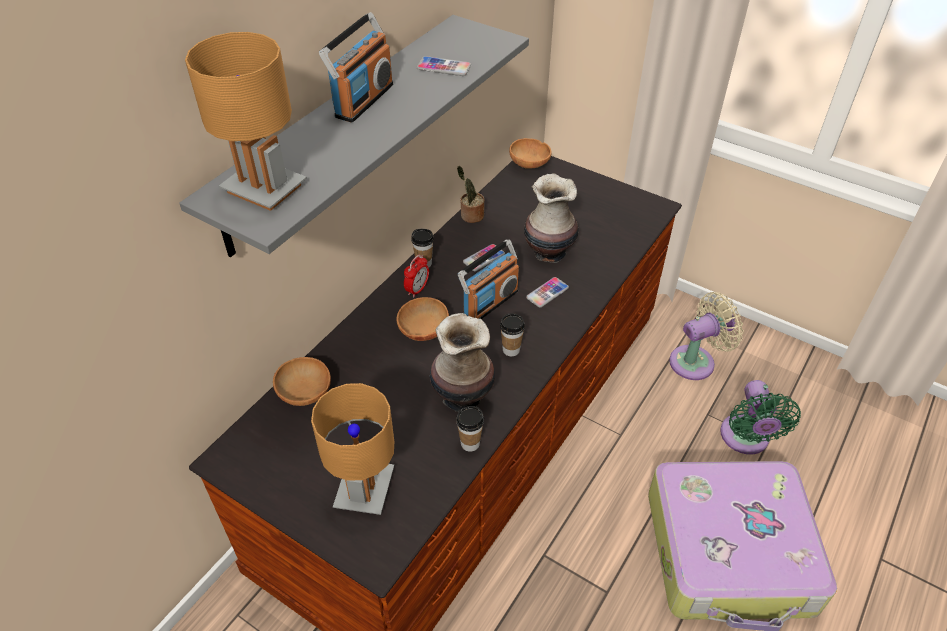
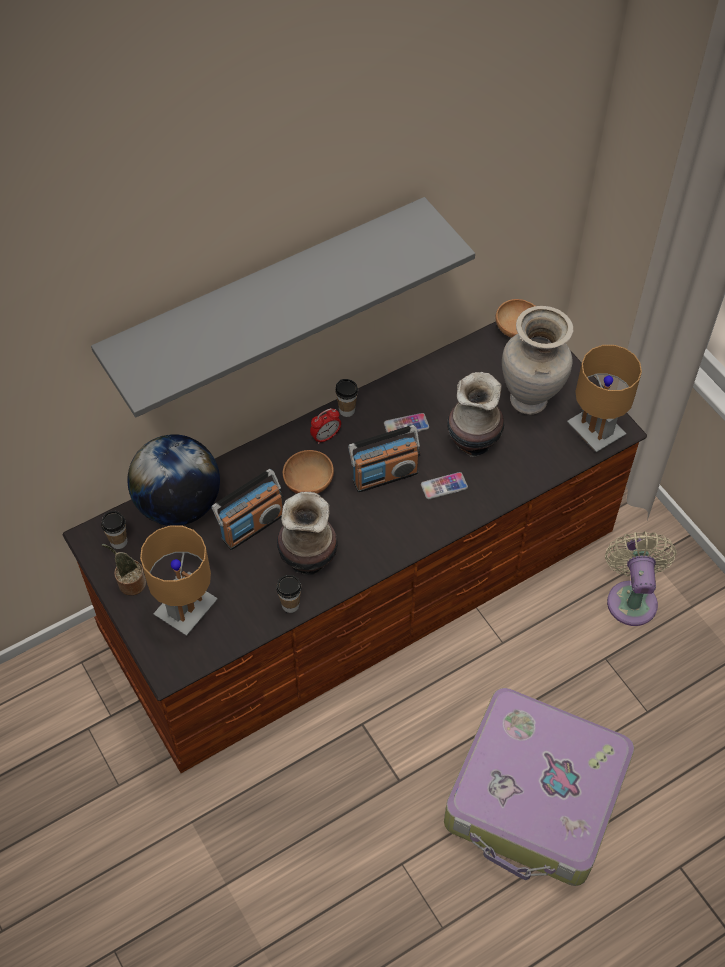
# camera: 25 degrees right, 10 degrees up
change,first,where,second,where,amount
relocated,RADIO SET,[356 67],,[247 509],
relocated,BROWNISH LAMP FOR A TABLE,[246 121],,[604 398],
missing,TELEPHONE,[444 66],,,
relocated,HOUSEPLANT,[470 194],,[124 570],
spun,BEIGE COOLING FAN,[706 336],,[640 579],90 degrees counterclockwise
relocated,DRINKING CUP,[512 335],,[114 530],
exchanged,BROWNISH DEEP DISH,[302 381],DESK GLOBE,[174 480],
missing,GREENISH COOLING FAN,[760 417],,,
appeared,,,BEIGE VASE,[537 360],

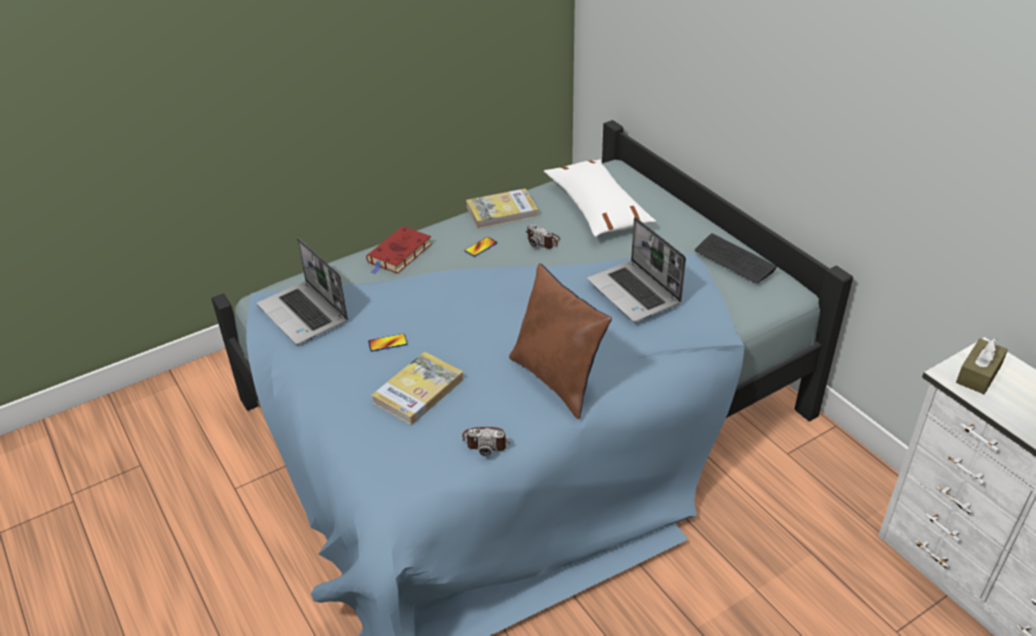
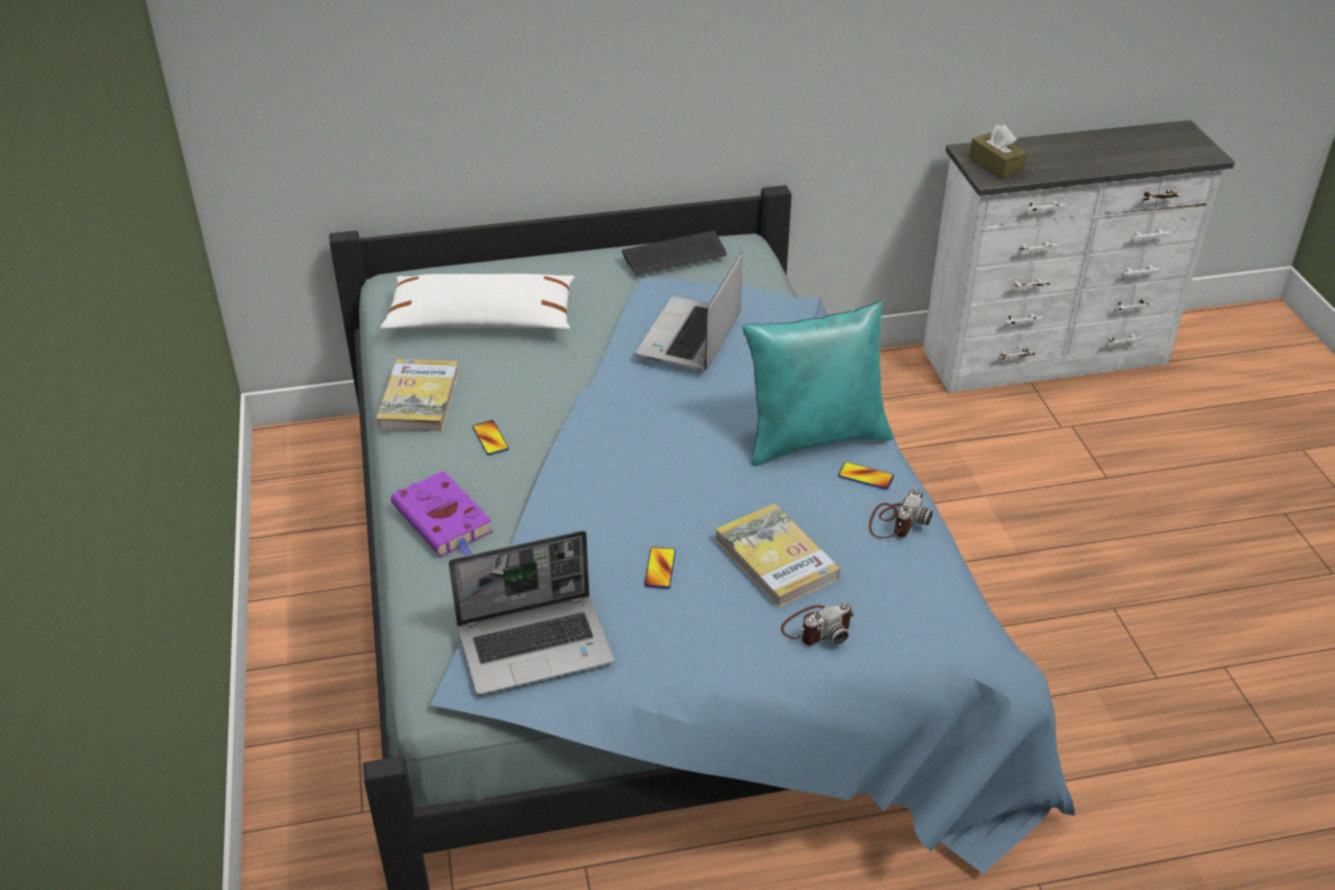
# camera: 70 degrees left, 0 degrees up
change,first,where,second,where,amount
spun,LAPTOP,[636 269],,[689 311],120 degrees clockwise
relocated,PHOTO CAMERA,[543 236],,[817 624],
colour,RED BOOK,[399 250],PURPLE BOOK,[442 513],
colour,BROWNISH CUSHION,[560 341],BLUE-GREEN CUSHION,[818 383],
appeared,,,TELEPHONE,[866 476],

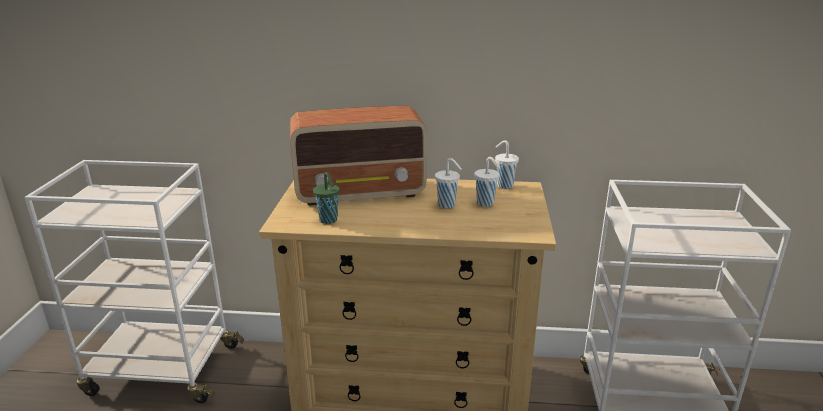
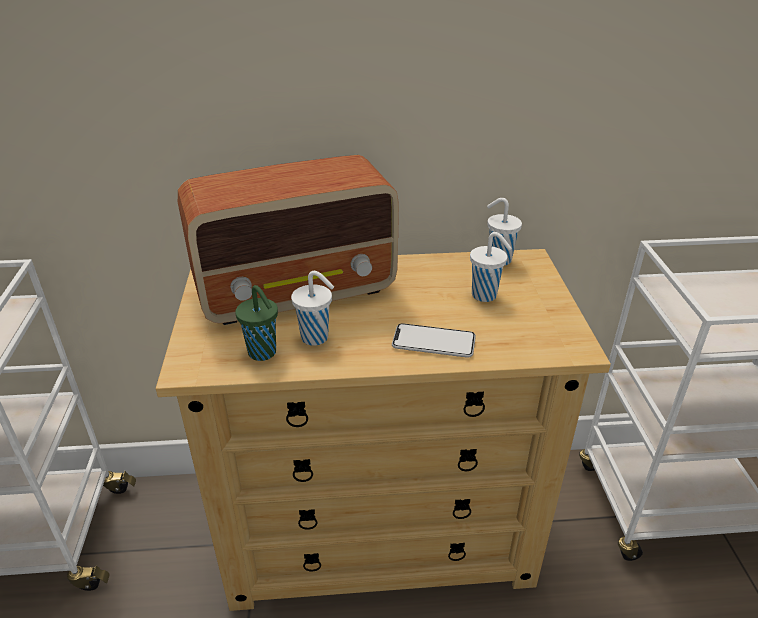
# camera: 10 degrees left, 10 degrees up
change,first,where,second,where,amount
relocated,WHITE-COLOURED DRINKING CUP,[448 183],,[312 308],
appeared,,,TELEPHONE,[434 340],

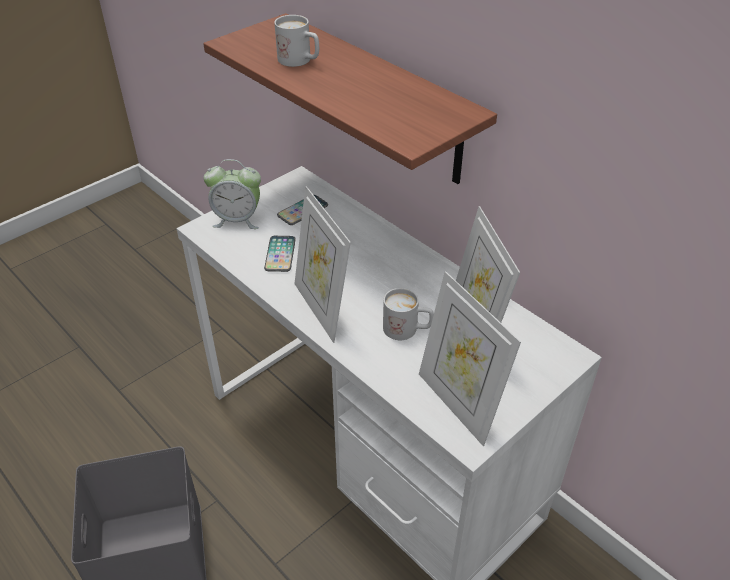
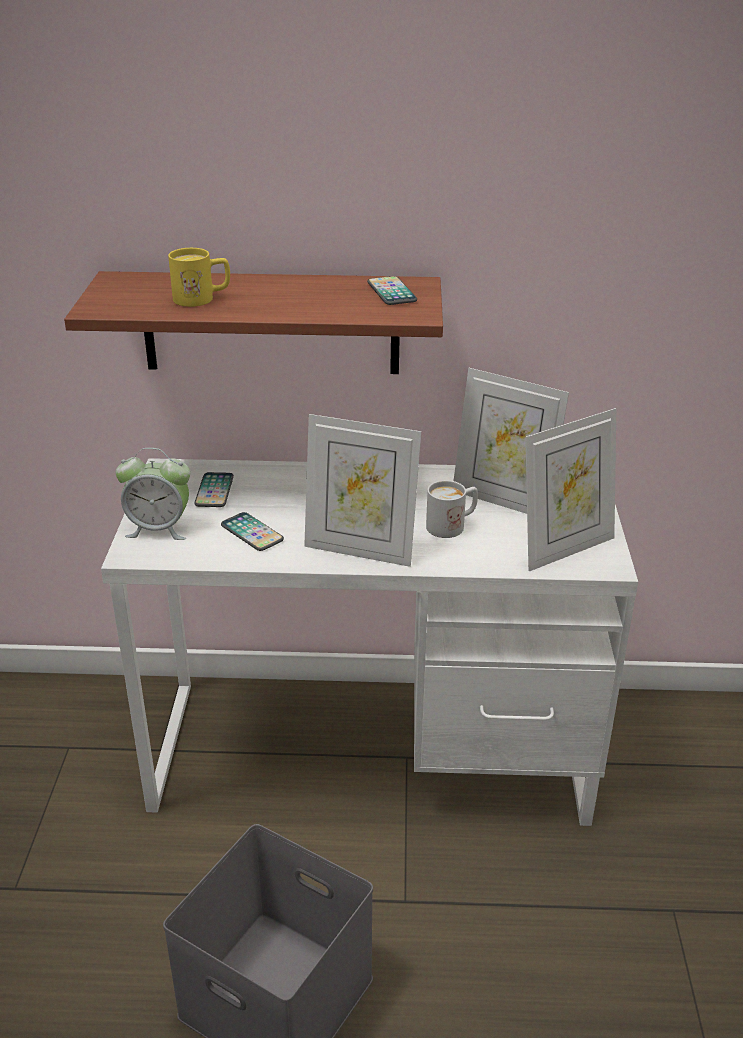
# camera: 45 degrees left, 10 degrees down
change,first,where,second,where,amount
colour,WHITE-COLOURED MUG,[296 41],YELLOW MUG,[199 277],
spun,TABLE CLOCK,[232 194],,[153 494],45 degrees clockwise
spun,PHOTO FRAME,[470 358],,[570 489],45 degrees counterclockwise
appeared,,,TELEPHONE,[392 290],

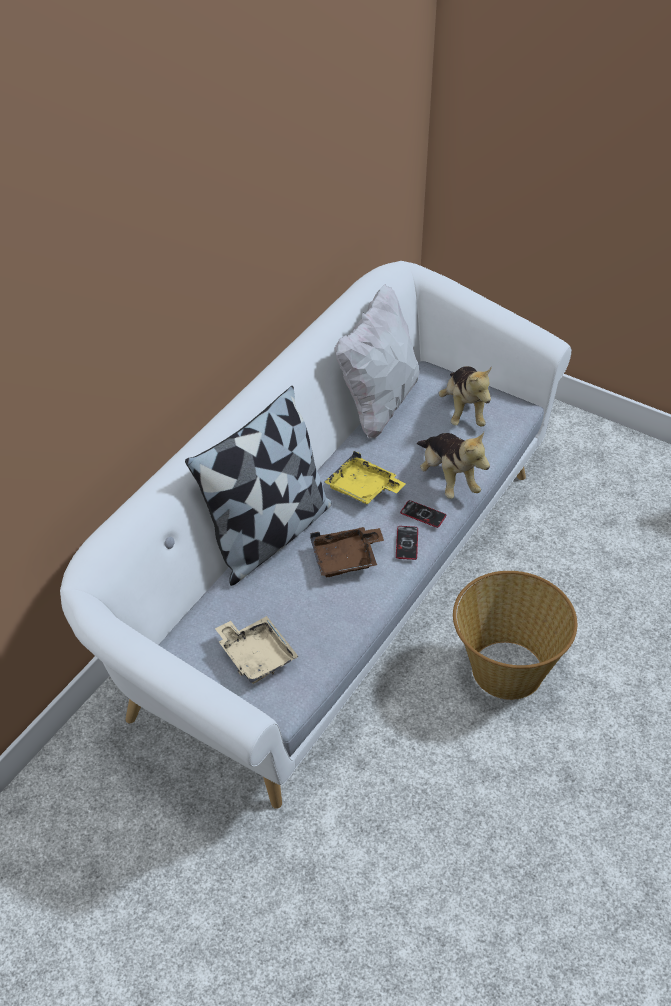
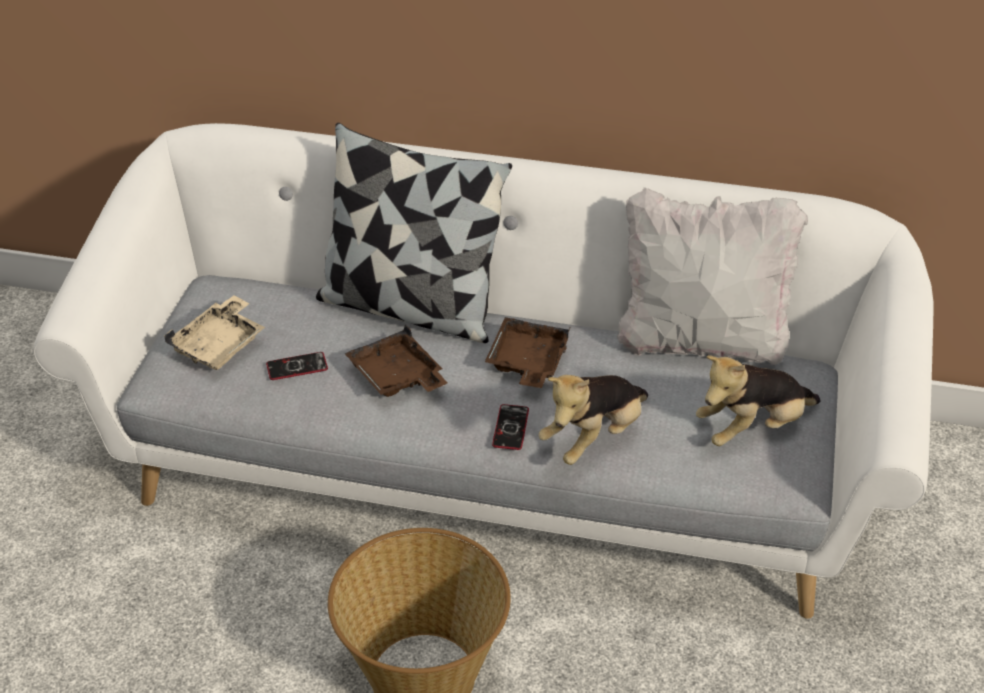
# camera: 70 degrees right, 5 degrees down
change,first,where,second,where,amount
colour,YELLOW CARRYING TRAY,[365 477],BROWNISH CARRYING TRAY,[528 352],
relocated,TELEPHONE,[407 543],,[297 366],

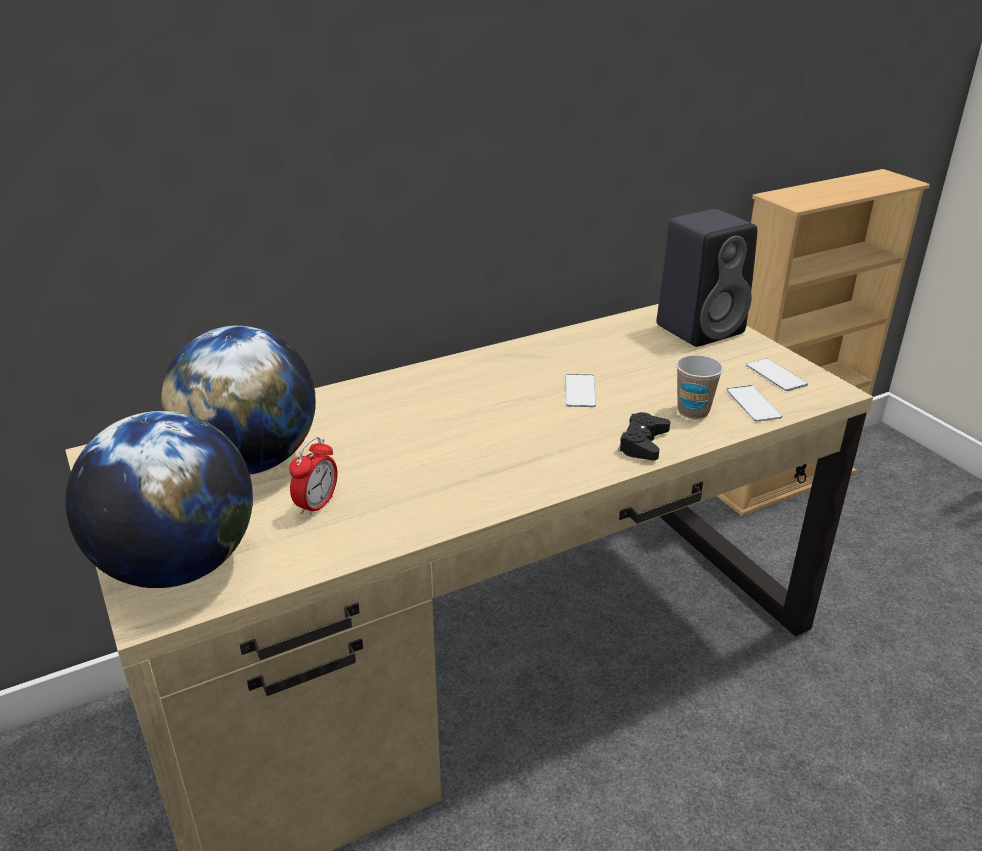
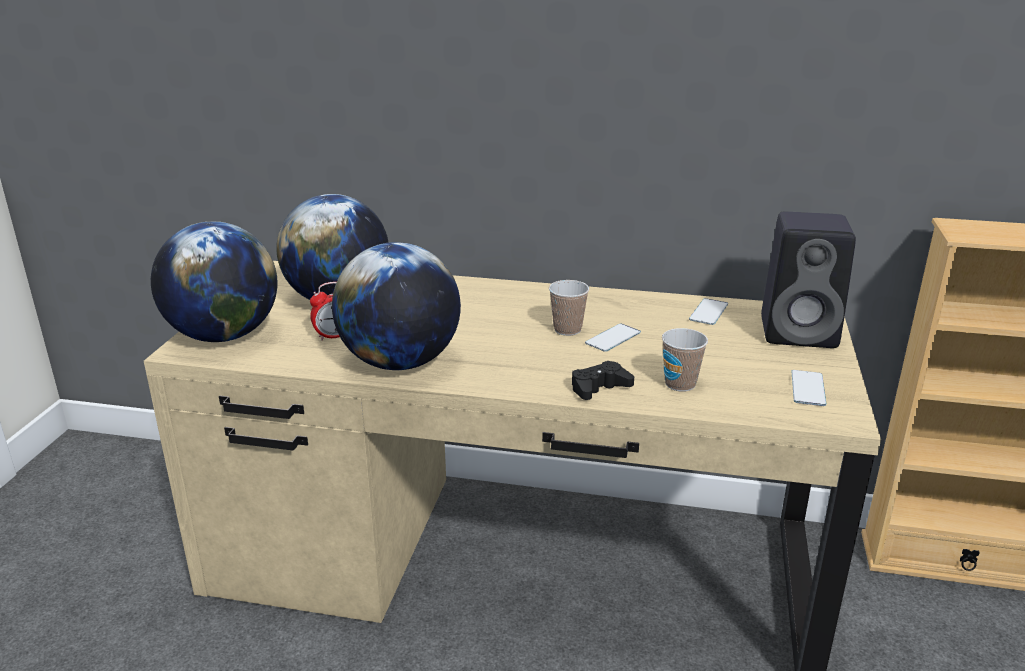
# camera: 40 degrees right, 5 degrees down
change,first,where,second,where,amount
relocated,TELEPHONE,[754 403],,[708 311],
appeared,,,DESK GLOBE,[396 306],
appeared,,,DRINKING CUP,[569 308],

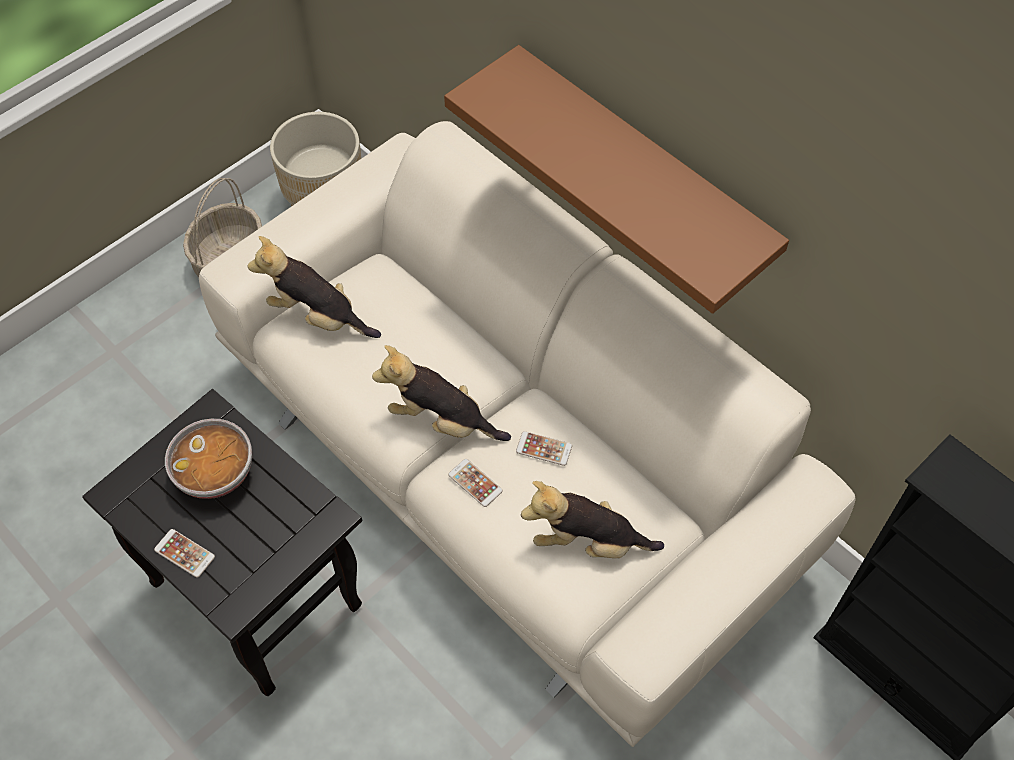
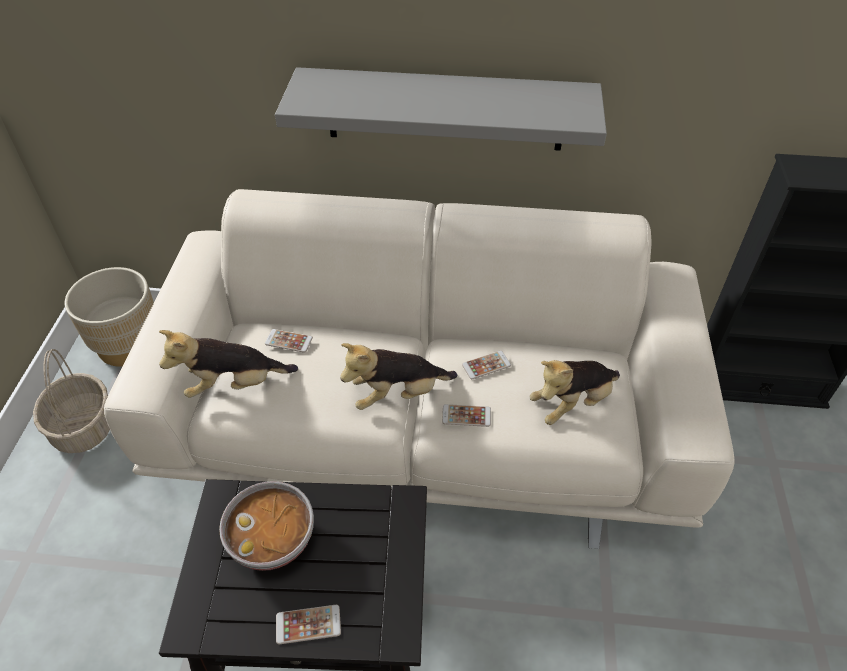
# camera: 40 degrees left, 10 degrees down
change,first,where,second,where,amount
colour,BROWNISH BRACKET SHELF,[616 179],GREY BRACKET SHELF,[441 109],
appeared,,,TELEPHONE,[289 341],

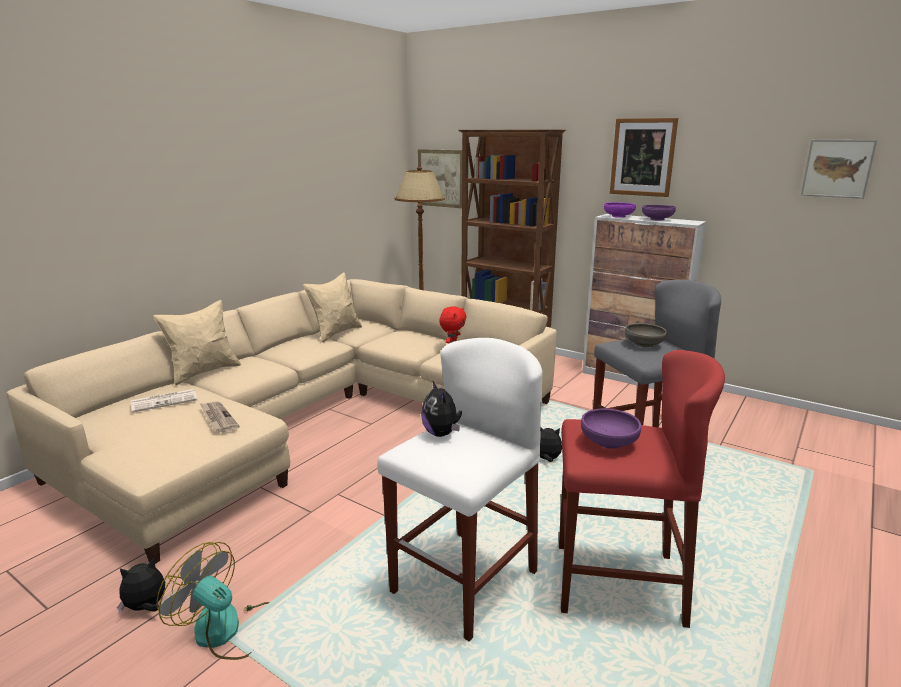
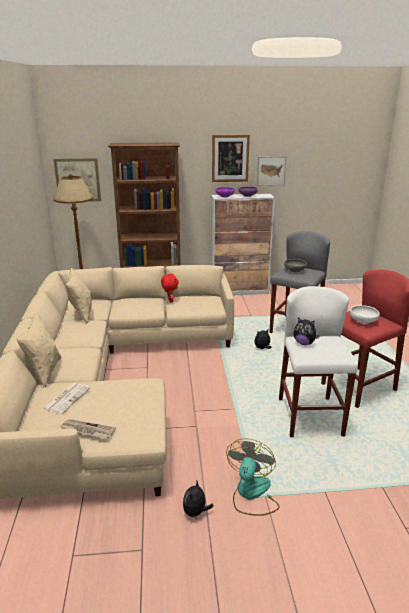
# camera: 40 degrees left, 5 degrees up
change,first,where,second,where,amount
relocated,WALL PICTURE,[839 169],,[271 171],
relocated,DAILY PAPER,[220 416],,[87 429],
colour,PURPLE DEEP DISH,[611 428],WHITE-COLOURED DEEP DISH,[365 314],
spun,COOLING FAN,[213 601],,[252 477],120 degrees clockwise

